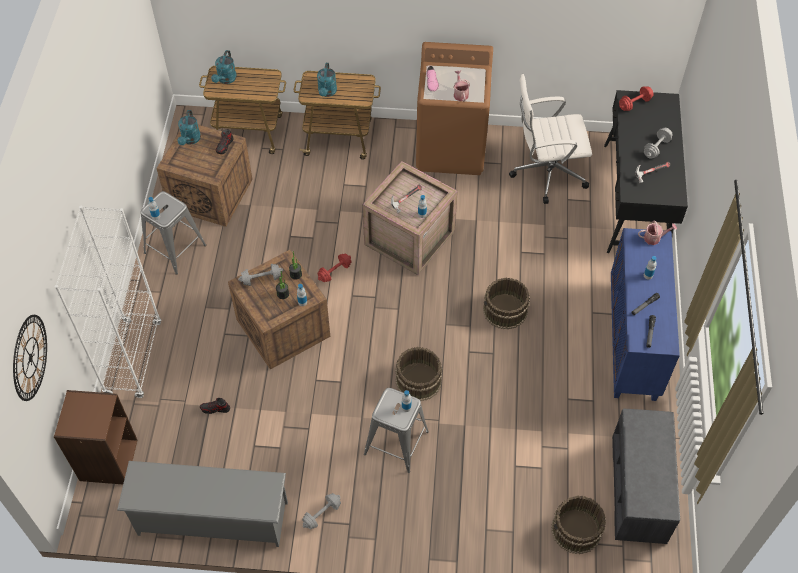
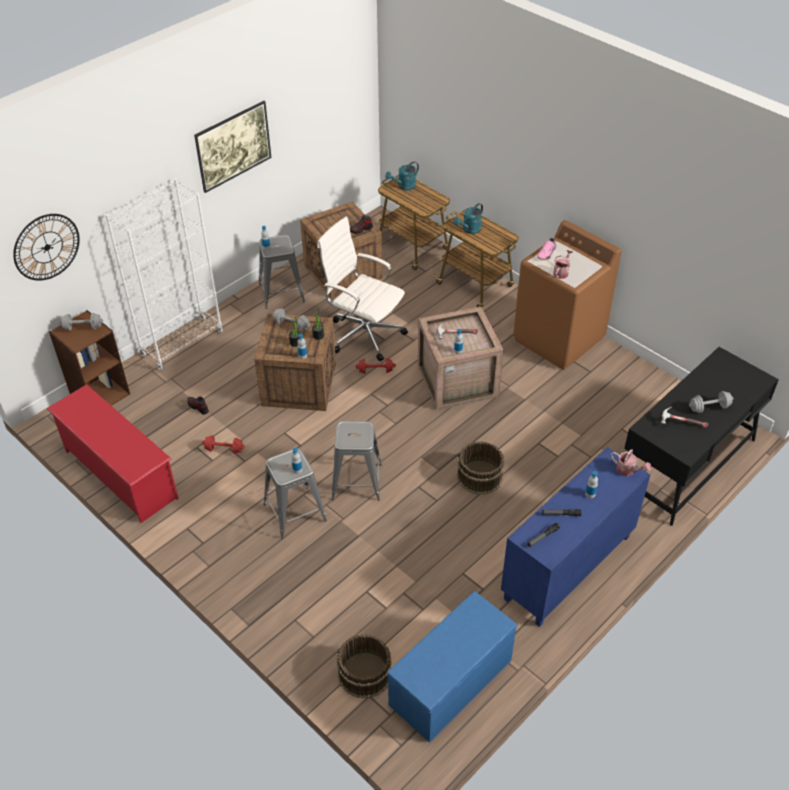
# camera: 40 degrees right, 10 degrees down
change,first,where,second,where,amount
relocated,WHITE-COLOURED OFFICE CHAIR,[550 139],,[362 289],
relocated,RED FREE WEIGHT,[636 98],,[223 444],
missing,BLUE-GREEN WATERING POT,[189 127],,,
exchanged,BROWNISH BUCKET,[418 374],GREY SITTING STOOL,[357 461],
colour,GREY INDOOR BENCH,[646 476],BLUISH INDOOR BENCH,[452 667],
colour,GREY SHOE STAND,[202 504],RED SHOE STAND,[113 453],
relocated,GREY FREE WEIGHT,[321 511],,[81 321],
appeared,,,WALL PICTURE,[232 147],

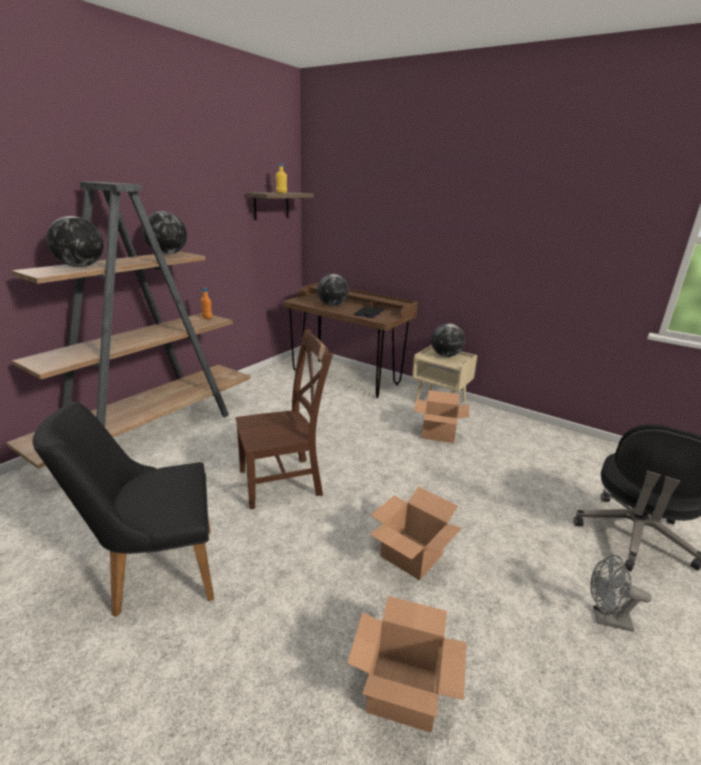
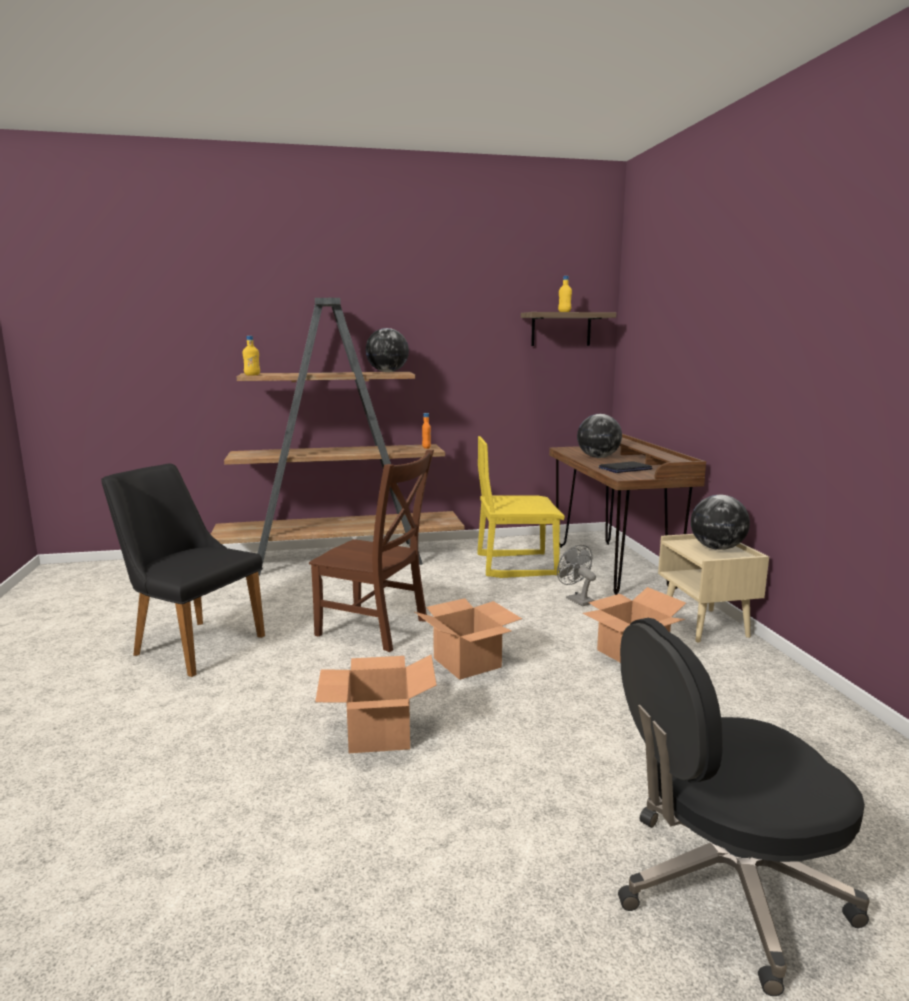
# camera: 45 degrees right, 10 degrees down
change,first,where,second,where,amount
missing,DESK GLOBE,[75 241],,,
relocated,GREY COOLING FAN,[621 593],,[576 575],
relocated,PACKING BOX,[407 664],,[468 639],
appeared,,,YELLOW BOTTLE,[251 356],
appeared,,,YELLOW CHAIR,[521 507],

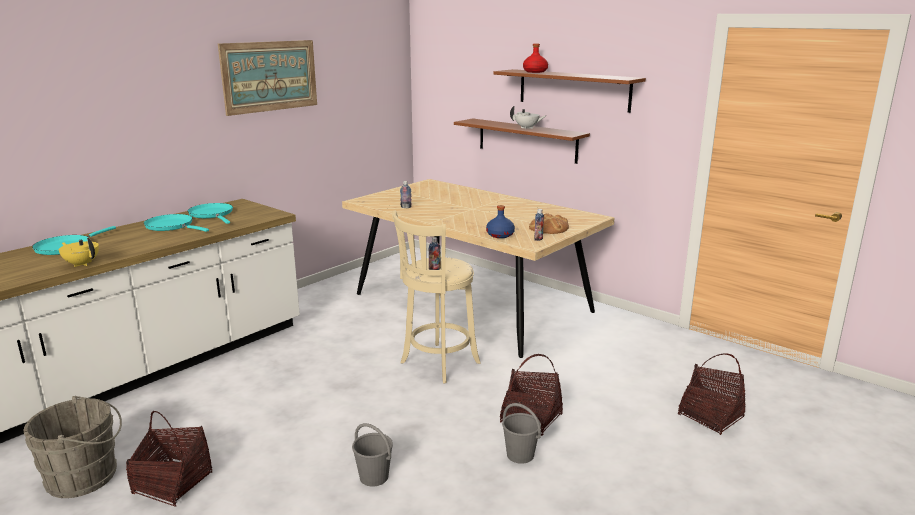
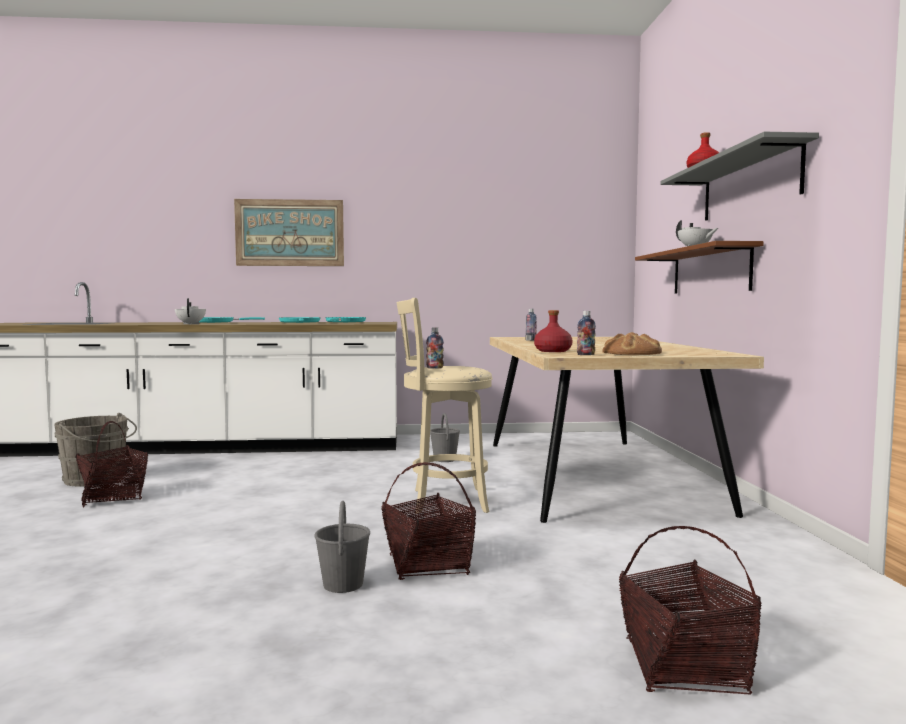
# camera: 45 degrees right, 15 degrees down
change,first,where,second,where,amount
relocated,WALL PICTURE,[267 78],,[289 232],
colour,BROWNISH BRACKET SHELF,[569 91],GREY BRACKET SHELF,[739 176],
colour,BLUISH BOTTLE,[500 221],RED BOTTLE,[553 331],
colour,YELLOW TEA POT,[79 252],WHITE-COLOURED TEA POT,[190 311],
relocated,GREY BUCKET,[372 455],,[445 437],

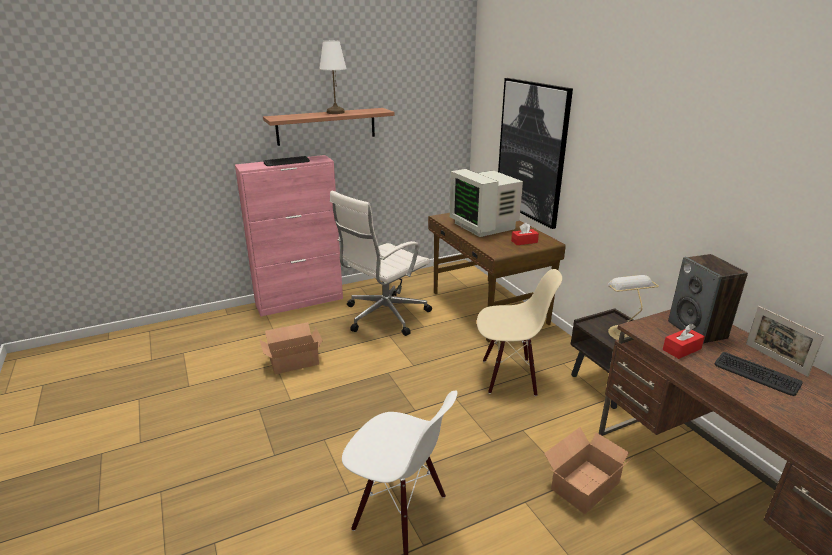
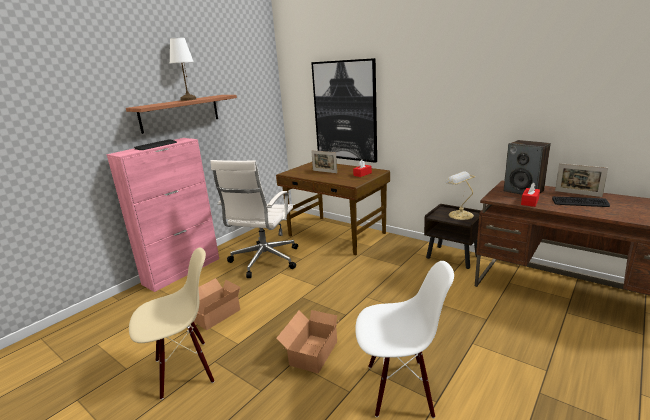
# camera: 25 degrees left, 5 degrees down
change,first,where,second,where,amount
exchanged,MONITOR,[486 203],PHOTO FRAME,[324 161],
relocated,BEIGE CHAIR,[519 332],,[171 323],
relocated,PACKING BOX,[588 470],,[308 342],

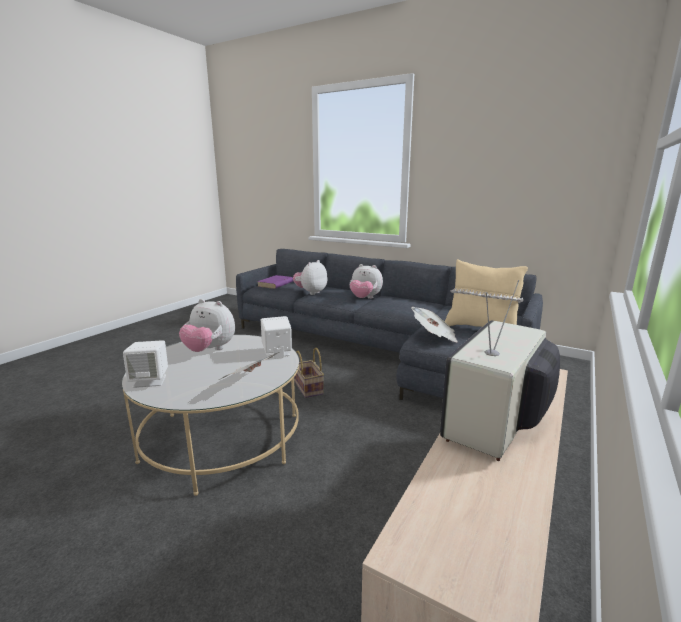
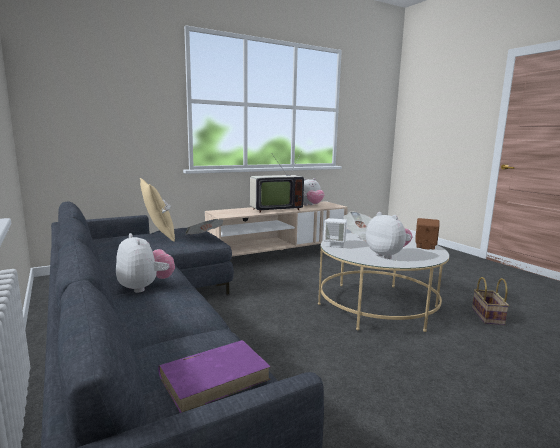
# camera: 150 degrees left, 5 degrees down
change,first,where,second,where,amount
relocated,CUDDLY TOY,[310 277],,[314 192],
colour,WHITE-COLOURED SPEAKER,[145 364],BROWNISH SPEAKER,[427 234],
relocated,HOUSEHOLD BASKET,[309 373],,[490 301],

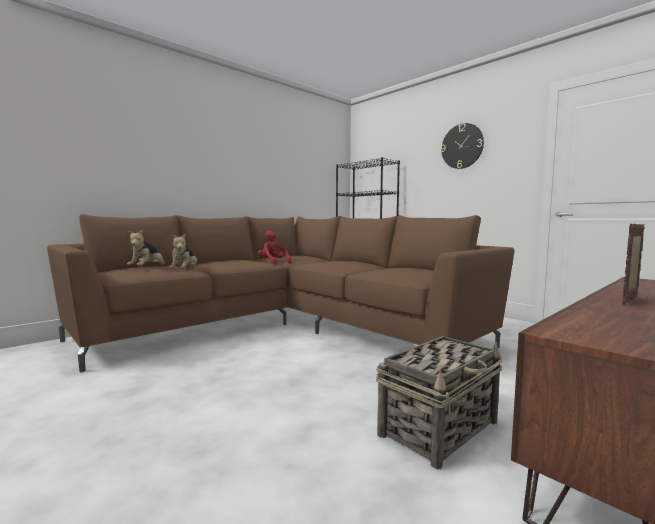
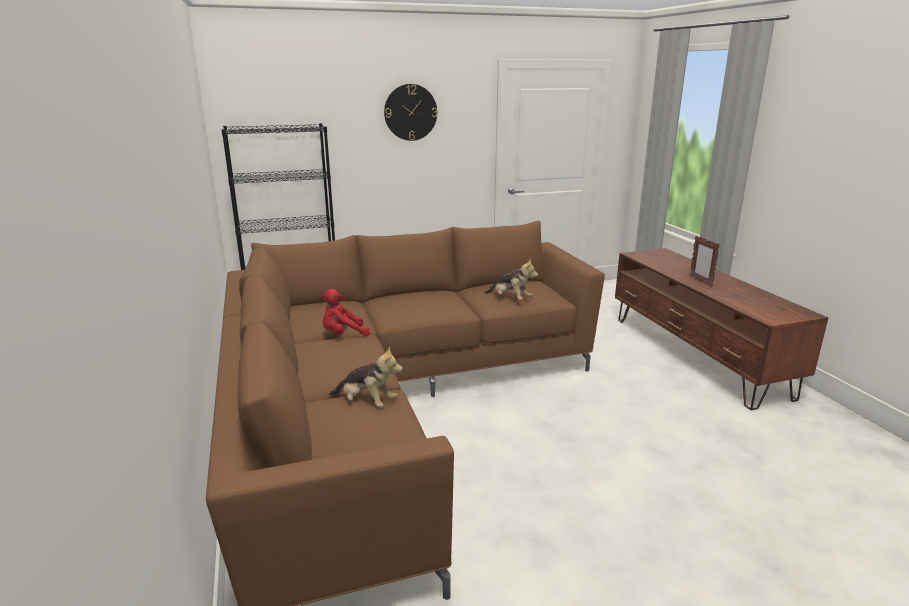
# camera: 65 degrees left, 15 degrees up
change,first,where,second,where,amount
relocated,CUDDLY TOY,[146 247],,[511 280],
missing,HOUSEHOLD BASKET,[439 402],,,

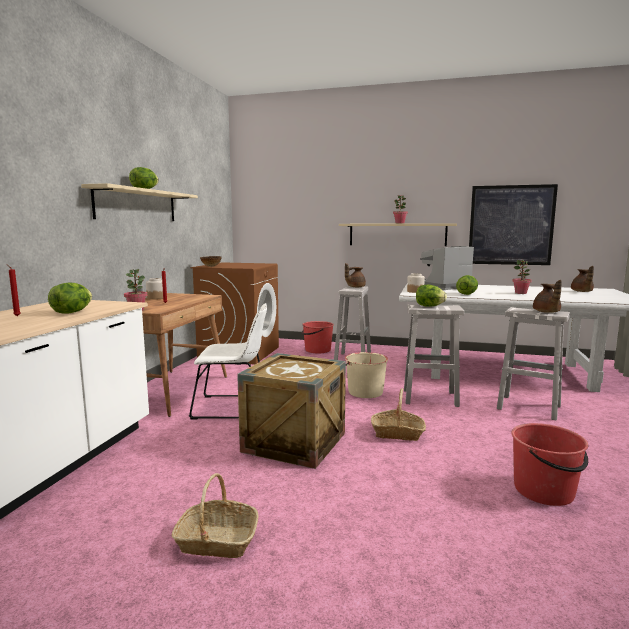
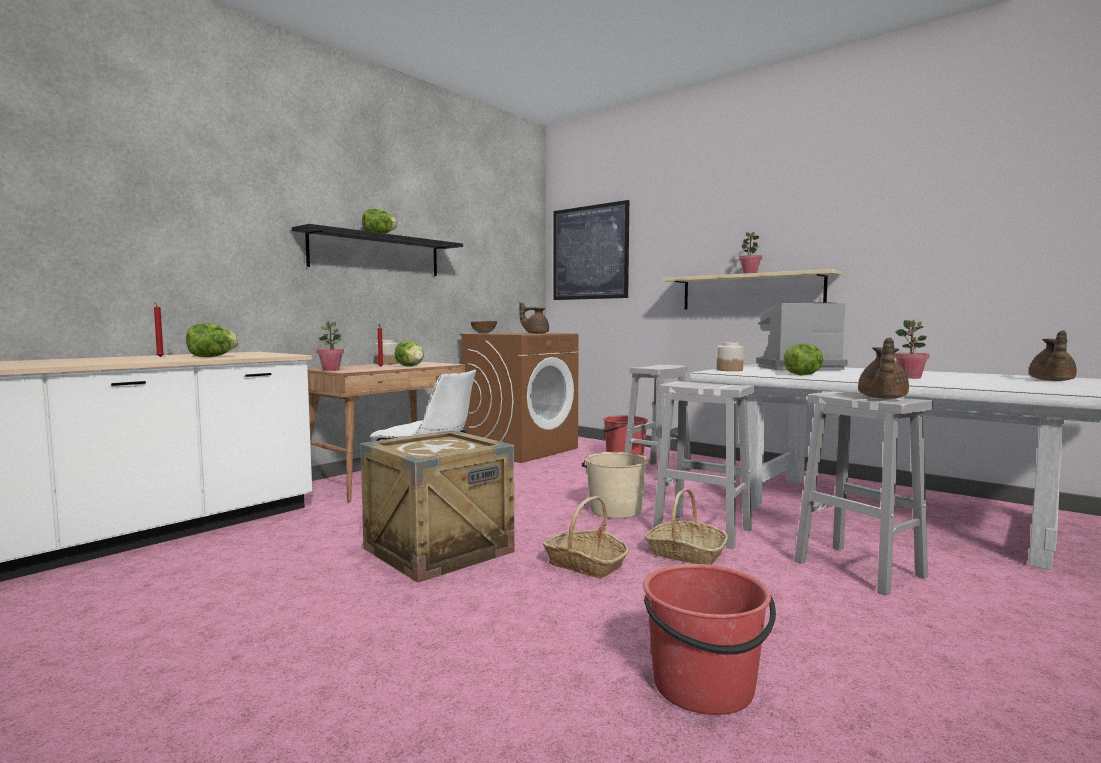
# camera: 25 degrees right, 5 degrees down
change,first,where,second,where,amount
colour,BEIGE BRACKET SHELF,[139 202],BLACK-COLOURED BRACKET SHELF,[377 250],
relocated,WALL PICTURE,[513 224],,[591 250],
relocated,BROWNISH TEA POT,[355 275],,[534 318],
relocated,HEAD OF LETTUCE,[431 296],,[409 353],
relocated,HOUSEHOLD BASKET,[215 515],,[686 526],

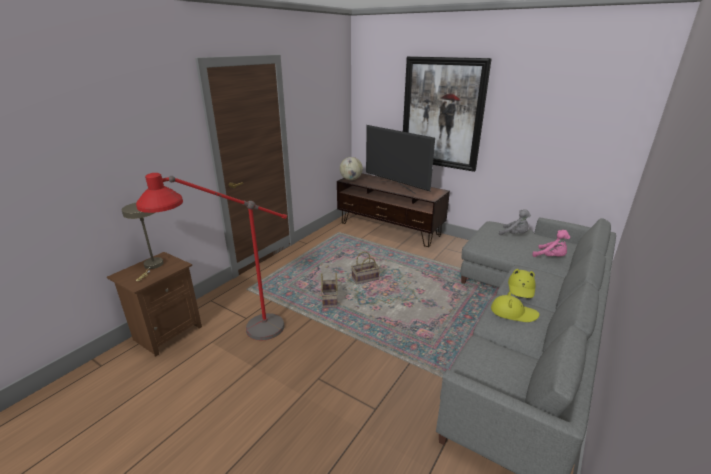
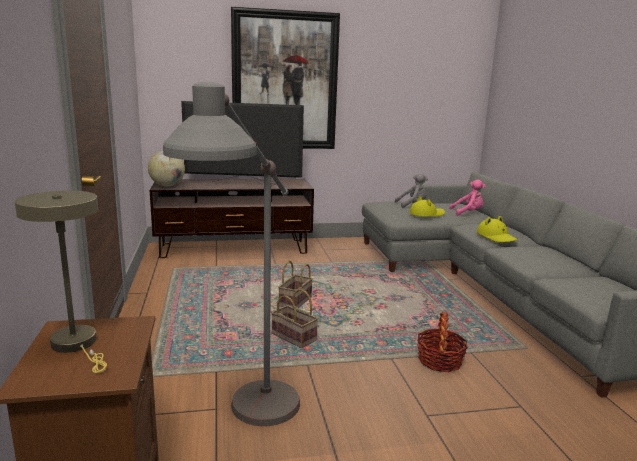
# camera: 45 degrees left, 10 degrees down
change,first,where,second,where,amount
colour,RED STANDING LAMP,[211 256],GREY STANDING LAMP,[231 254],
relocated,YELLOW HAT,[515 306],,[427 206],
appeared,,,HOUSEHOLD BASKET,[442 342],

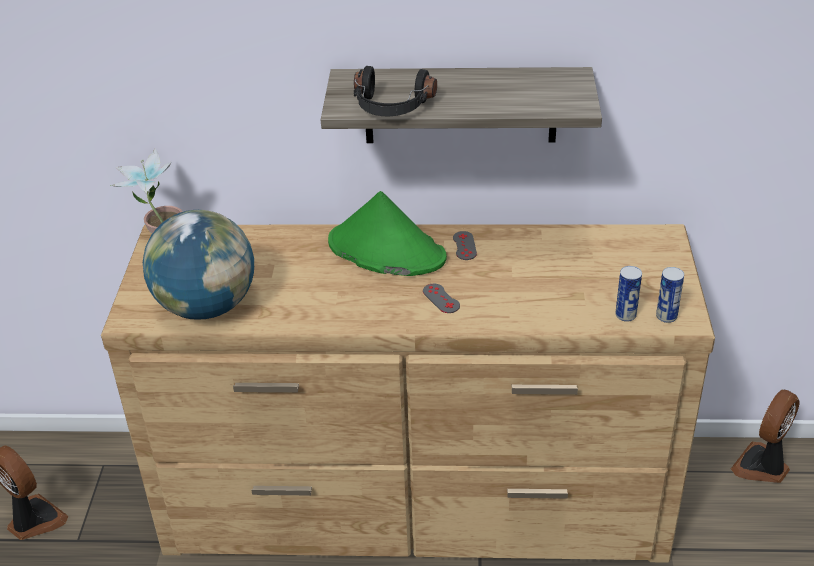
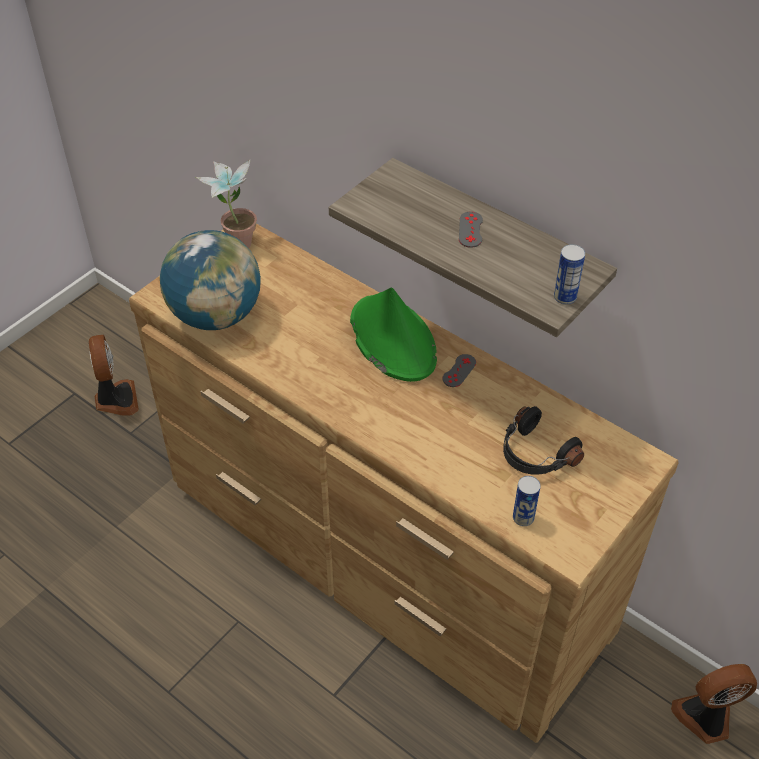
# camera: 35 degrees right, 10 degrees up
change,first,where,second,where,amount
relocated,BLACK-COLOURED HEADSET,[395 91],,[543 440],
relocated,METAL CAN,[670 295],,[569 274],
relocated,GREY JOYPAD,[441 298],,[471 229],

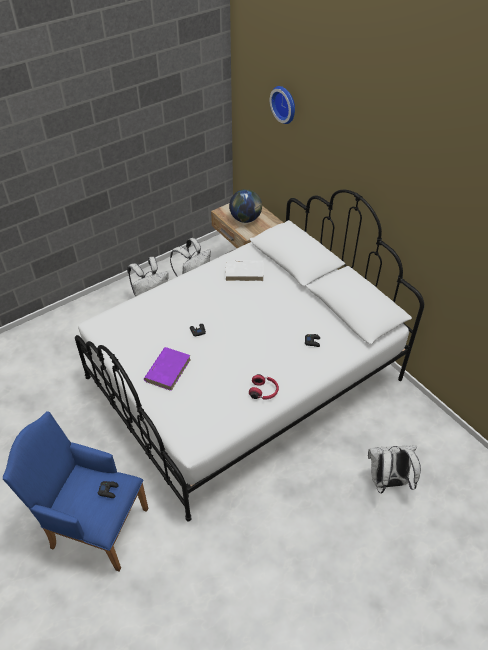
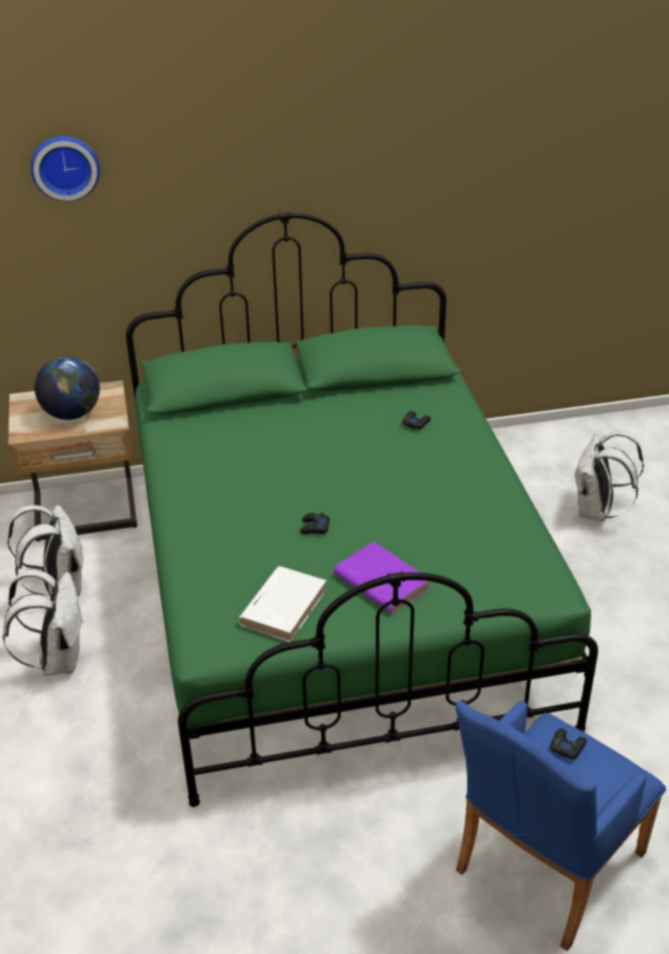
# camera: 65 degrees left, 10 degrees down
change,first,where,second,where,amount
colour,WHITE-COLOURED SLEEPING BED,[249 355],GREENISH SLEEPING BED,[362 509],
relocated,WHITE-COLOURED BOOK,[244 270],,[282 604],
missing,RED HEADSET,[264 386],,,

